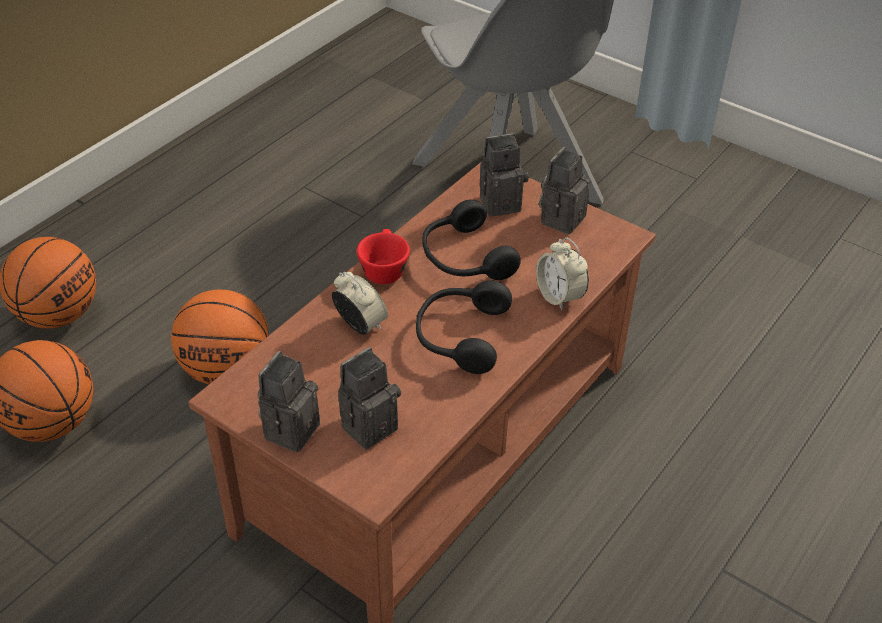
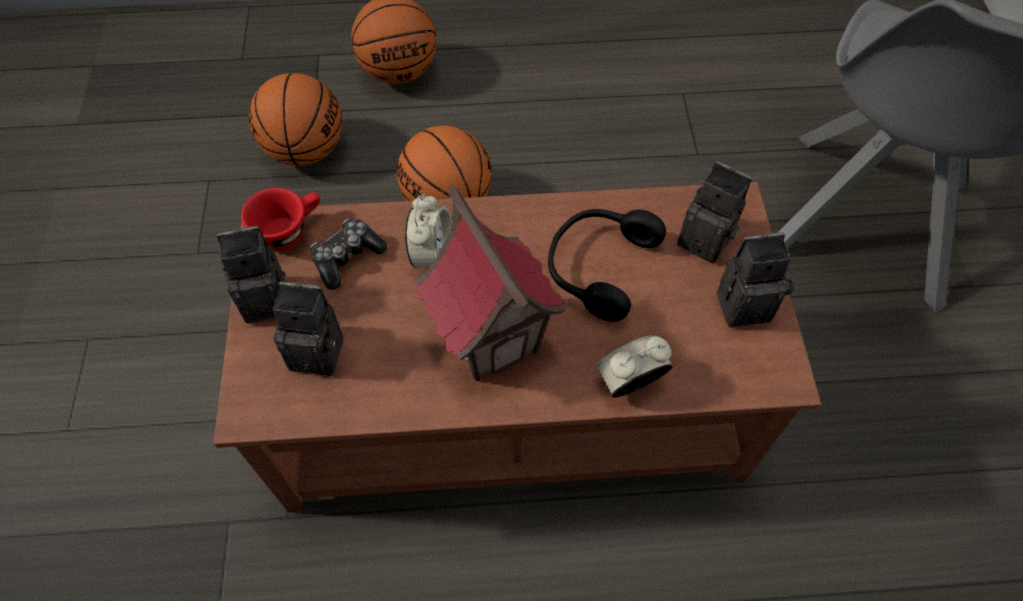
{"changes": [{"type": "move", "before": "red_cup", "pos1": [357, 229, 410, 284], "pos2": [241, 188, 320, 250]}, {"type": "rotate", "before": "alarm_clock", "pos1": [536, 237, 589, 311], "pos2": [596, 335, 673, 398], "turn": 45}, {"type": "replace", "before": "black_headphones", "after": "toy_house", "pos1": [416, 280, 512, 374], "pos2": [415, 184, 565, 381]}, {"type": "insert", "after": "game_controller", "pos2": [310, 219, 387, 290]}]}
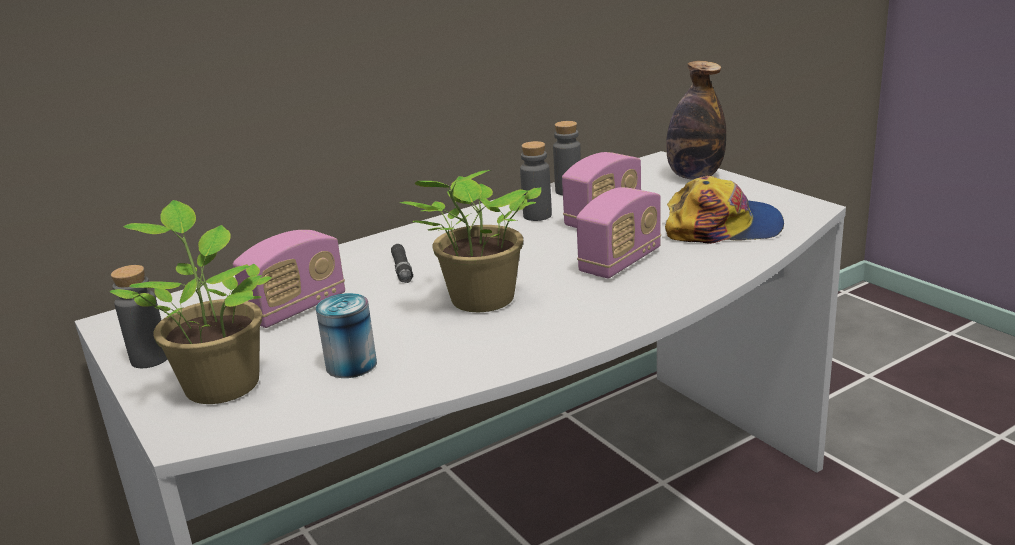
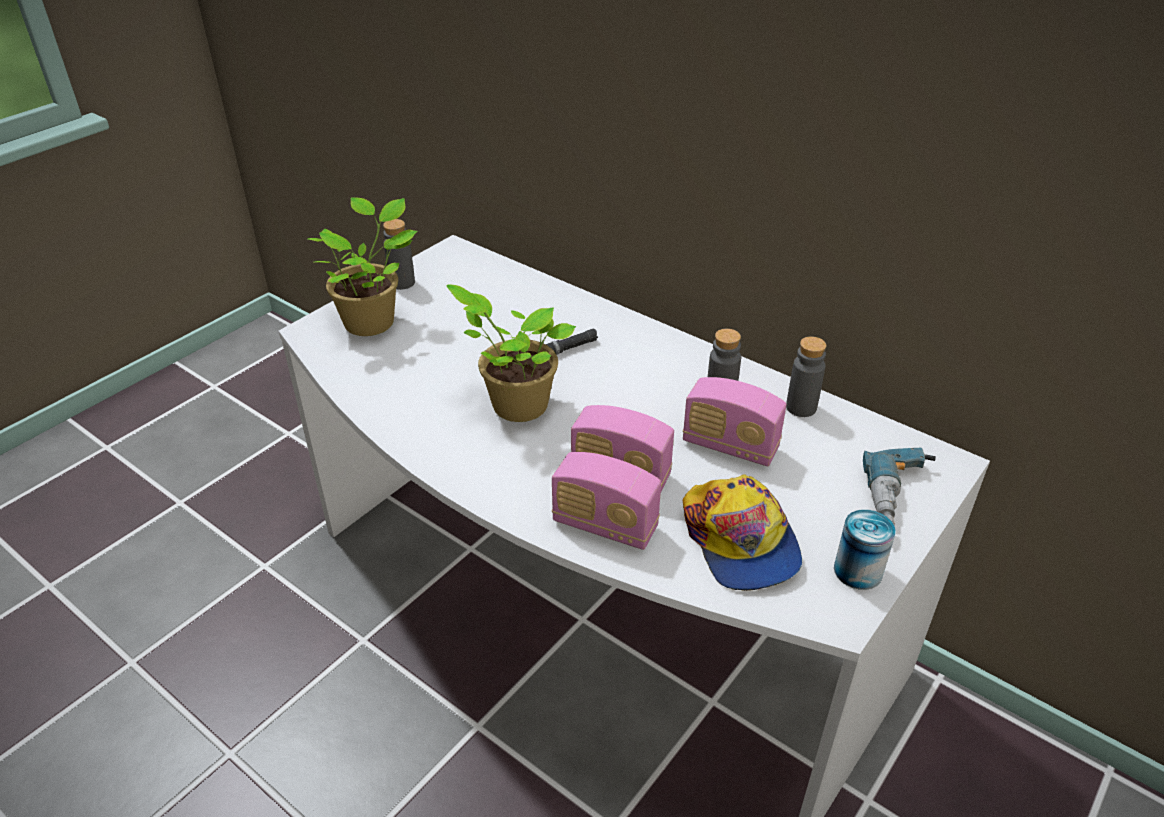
{"changes": [{"type": "replace", "before": "bottle", "after": "power_drill", "pos1": [666, 61, 726, 180], "pos2": [863, 448, 936, 526]}, {"type": "move", "before": "radio", "pos1": [233, 230, 345, 328], "pos2": [552, 452, 661, 550]}, {"type": "move", "before": "can", "pos1": [316, 293, 377, 378], "pos2": [834, 509, 896, 590]}]}
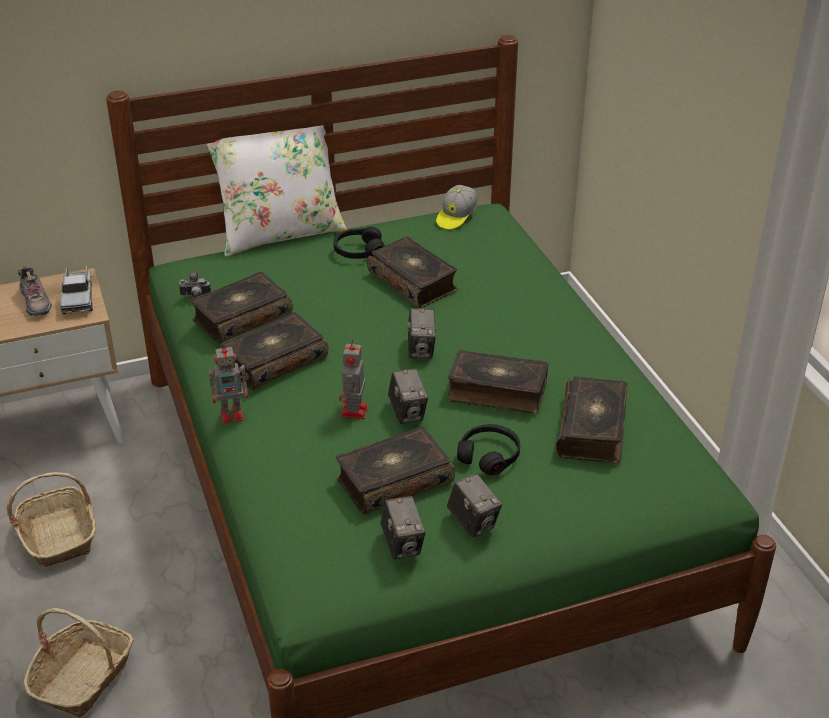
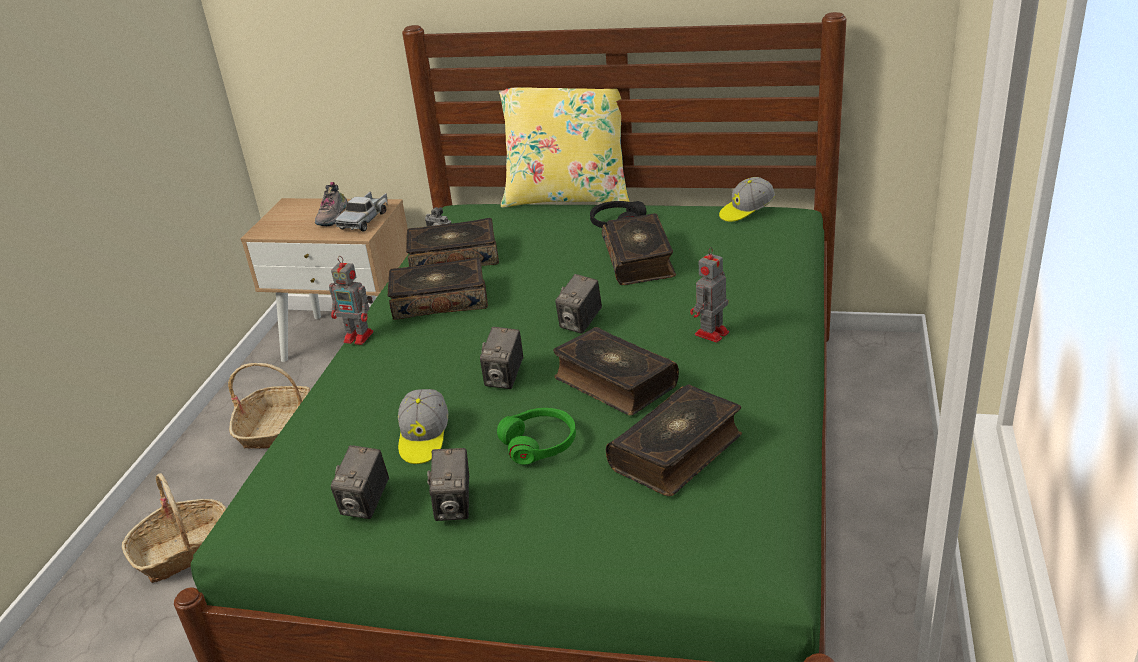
{"changes": [{"type": "recolor", "before": "white_pillow", "after": "yellow_pillow", "pos1": [206, 125, 347, 257], "pos2": [499, 87, 630, 208]}, {"type": "move", "before": "toy_robot", "pos1": [339, 340, 368, 419], "pos2": [690, 247, 729, 343]}, {"type": "recolor", "before": "black_headphones", "after": "green_headphones", "pos1": [457, 424, 520, 475], "pos2": [497, 408, 576, 465]}, {"type": "replace", "before": "book", "after": "cap", "pos1": [336, 426, 455, 514], "pos2": [398, 389, 448, 464]}]}
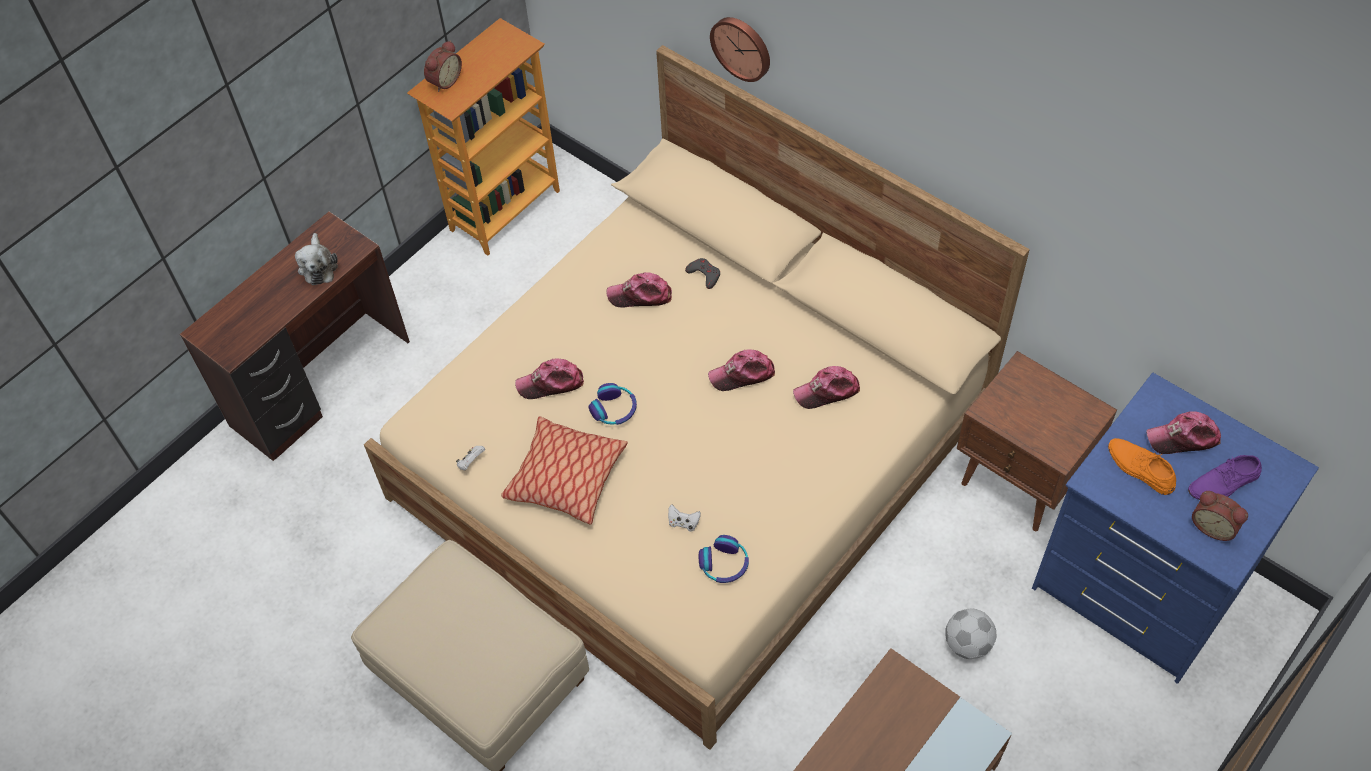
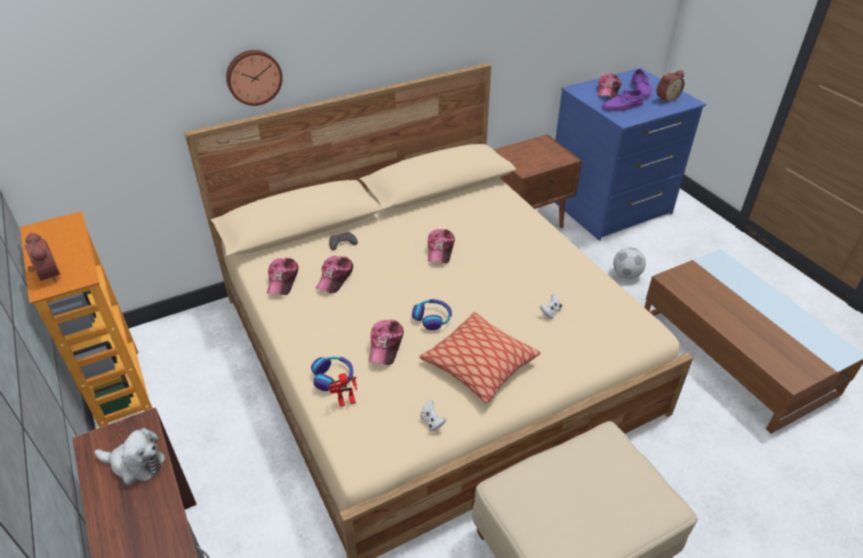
{"changes": [{"type": "move", "before": "cap", "pos1": [793, 366, 860, 409], "pos2": [267, 258, 298, 295]}, {"type": "recolor", "before": "orange_shoe", "after": "purple_shoe", "pos1": [1108, 438, 1176, 495], "pos2": [601, 90, 643, 111]}, {"type": "move", "before": "headphones", "pos1": [699, 535, 749, 583], "pos2": [311, 357, 353, 391]}, {"type": "insert", "after": "toy_robot", "pos2": [329, 373, 357, 407]}]}
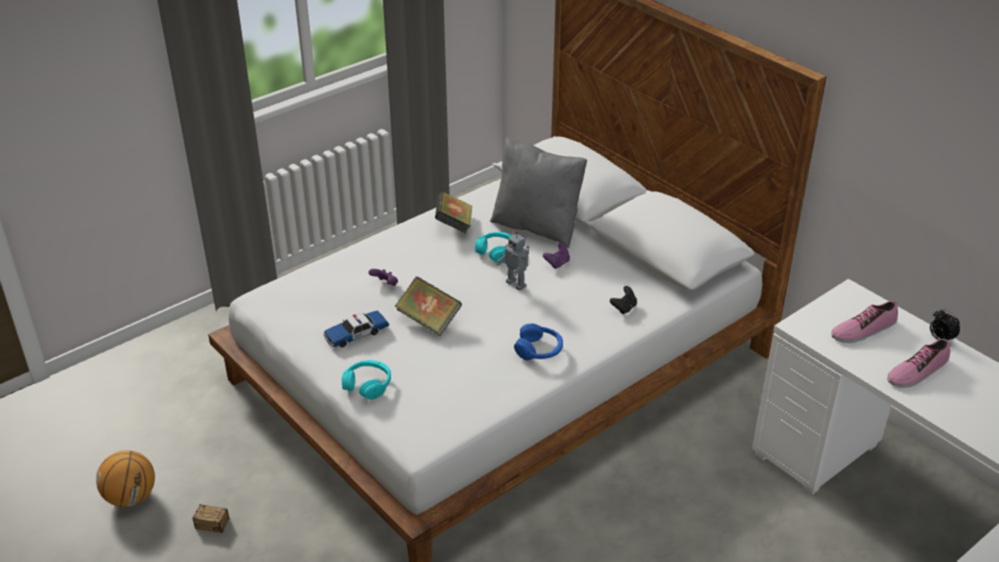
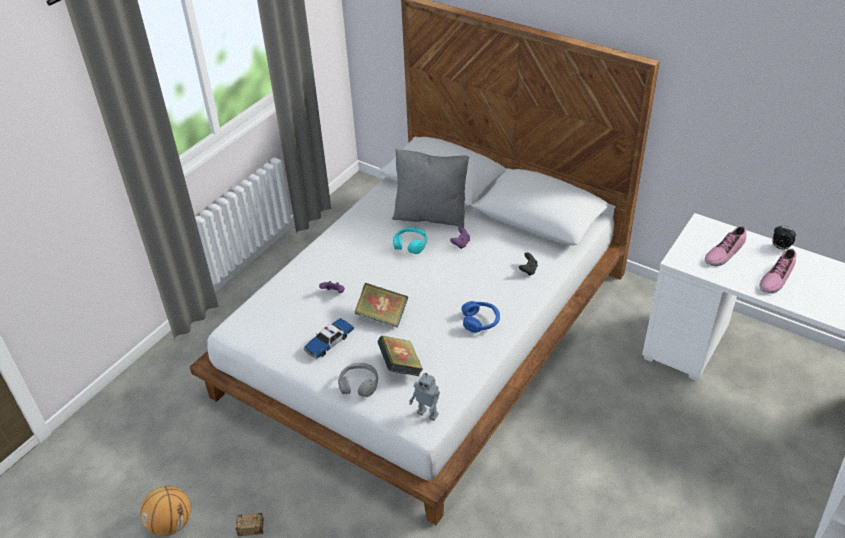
{"changes": [{"type": "move", "before": "book", "pos1": [435, 192, 472, 233], "pos2": [377, 335, 423, 376]}, {"type": "move", "before": "toy_robot", "pos1": [497, 231, 529, 291], "pos2": [409, 373, 440, 421]}, {"type": "recolor", "before": "turquoise_headphones", "after": "grey_headphones", "pos1": [342, 360, 391, 400], "pos2": [338, 363, 378, 397]}]}
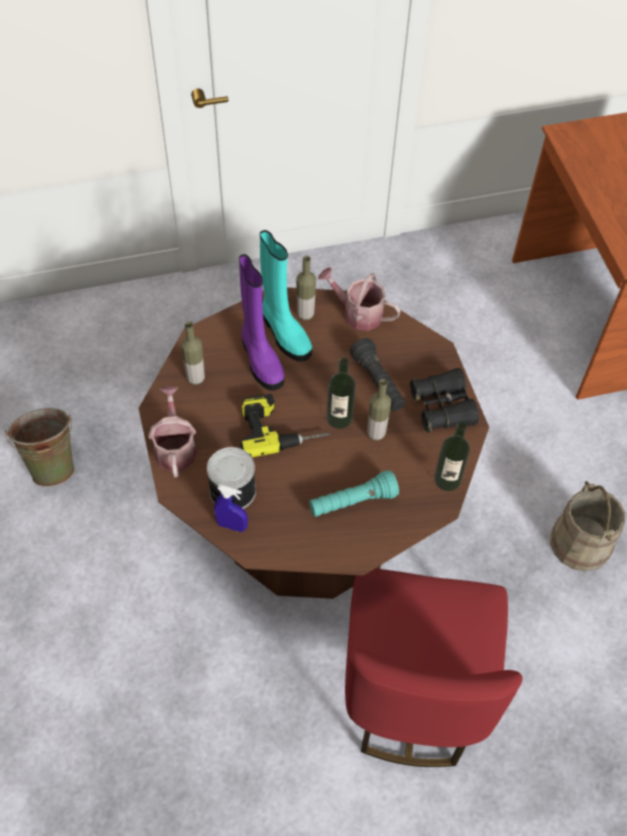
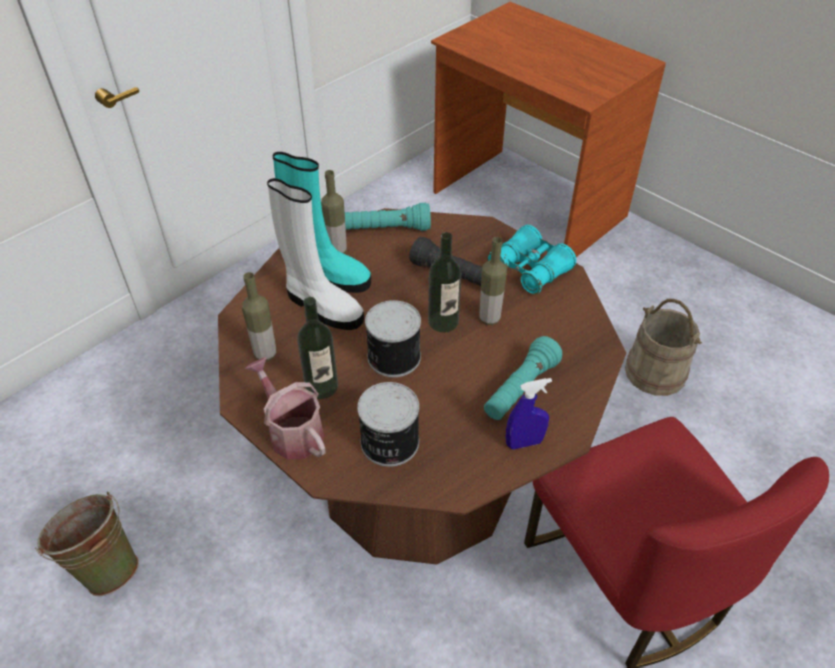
{"changes": [{"type": "recolor", "before": "purple_boot", "after": "white_boot", "pos1": [239, 254, 284, 391], "pos2": [267, 178, 364, 330]}, {"type": "replace", "before": "watering_can", "after": "turquoise_flashlight", "pos1": [318, 267, 401, 331], "pos2": [345, 203, 431, 231]}, {"type": "recolor", "before": "black_binoculars", "after": "turquoise_binoculars", "pos1": [410, 368, 479, 432], "pos2": [487, 225, 576, 294]}, {"type": "replace", "before": "power_drill", "after": "can", "pos1": [240, 394, 330, 457], "pos2": [365, 300, 421, 377]}, {"type": "move", "before": "bottle", "pos1": [434, 422, 470, 491], "pos2": [297, 297, 338, 399]}, {"type": "move", "before": "blue_spray_bottle", "pos1": [214, 485, 248, 532], "pos2": [506, 378, 552, 449]}]}
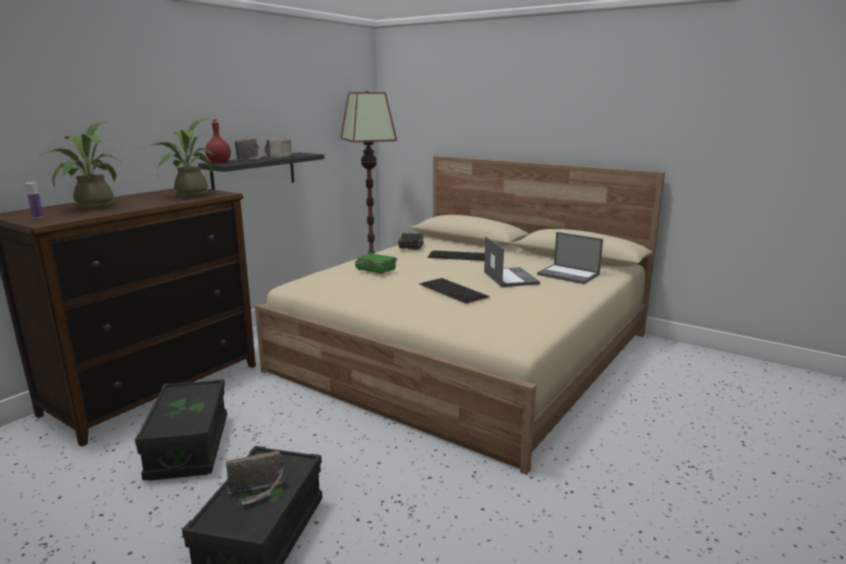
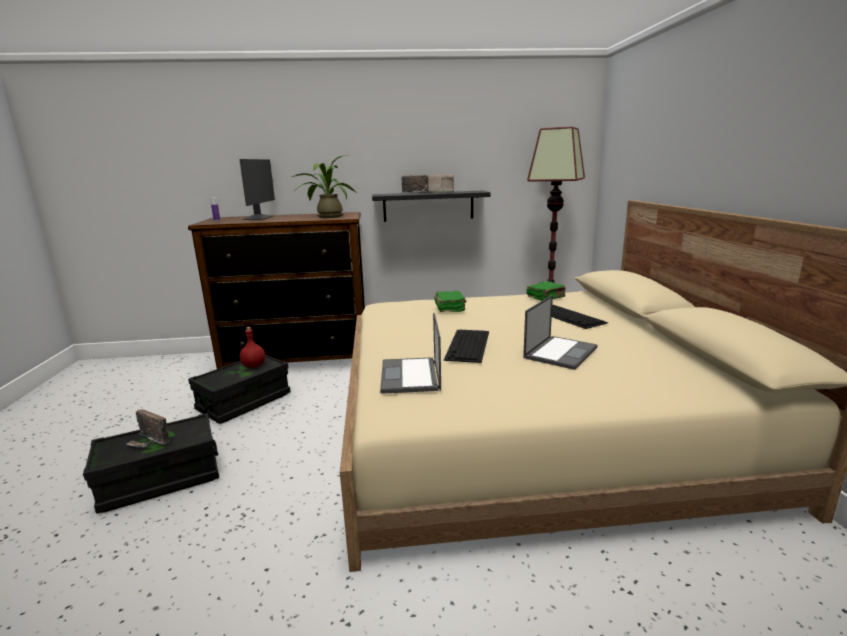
{"changes": [{"type": "move", "before": "red_bottle", "pos1": [205, 119, 231, 163], "pos2": [240, 327, 265, 368]}, {"type": "replace", "before": "potted_plant", "after": "monitor", "pos1": [38, 121, 120, 209], "pos2": [239, 159, 275, 220]}, {"type": "move", "before": "laptop", "pos1": [537, 232, 603, 284], "pos2": [380, 313, 441, 394]}, {"type": "recolor", "before": "black_book", "after": "green_book", "pos1": [398, 233, 424, 250], "pos2": [527, 281, 566, 301]}]}
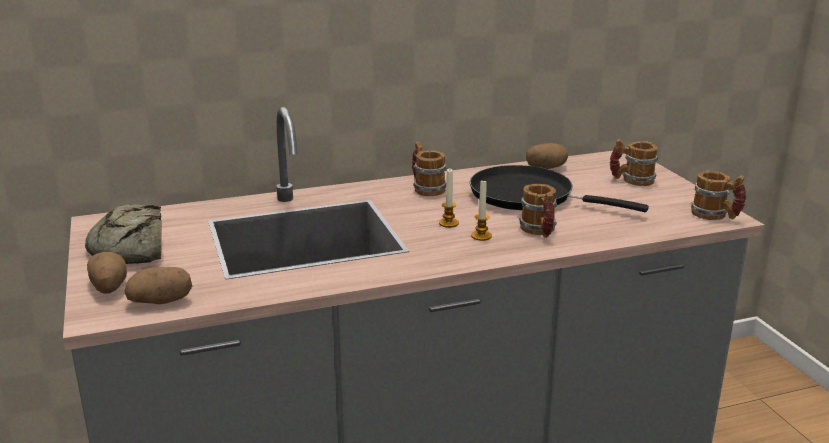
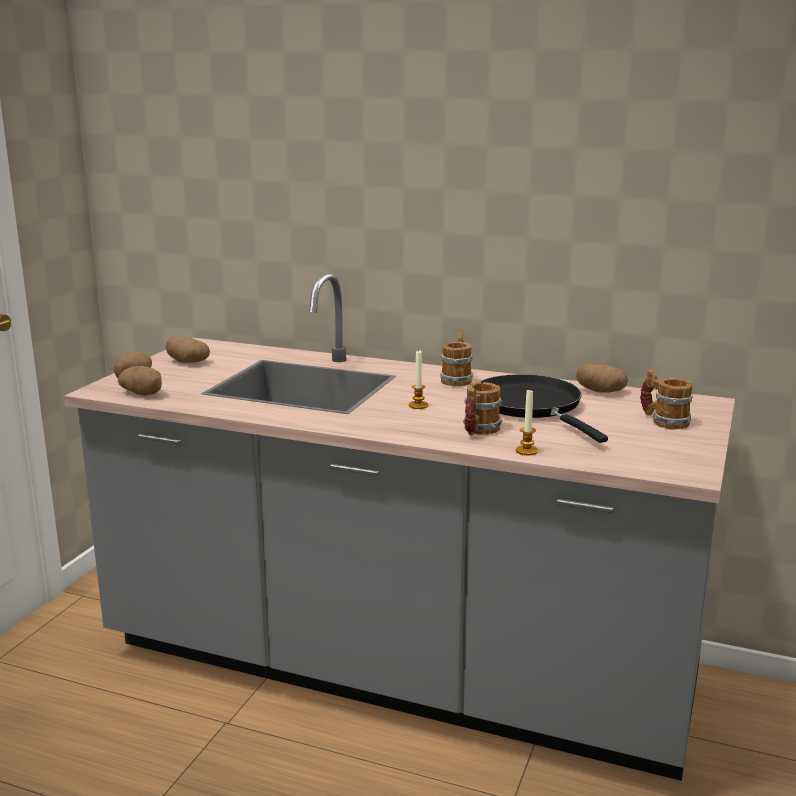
{"changes": [{"type": "delete", "before": "mug", "pos1": [691, 171, 746, 220]}, {"type": "move", "before": "candle", "pos1": [471, 179, 492, 241], "pos2": [516, 390, 538, 455]}, {"type": "replace", "before": "bread", "after": "potato", "pos1": [85, 204, 162, 264], "pos2": [166, 337, 210, 363]}]}
